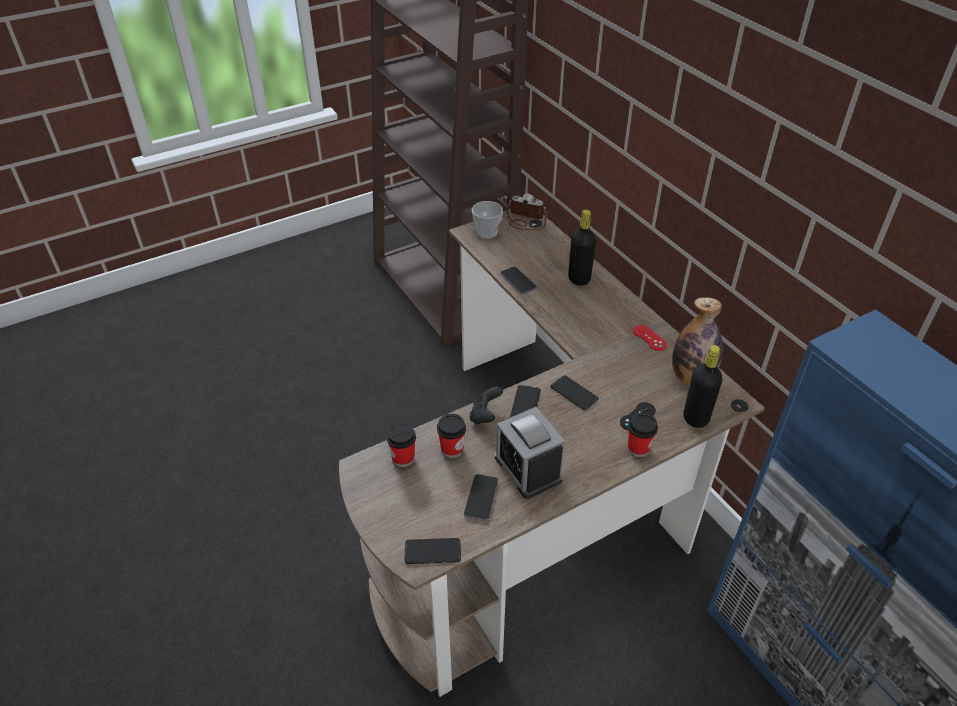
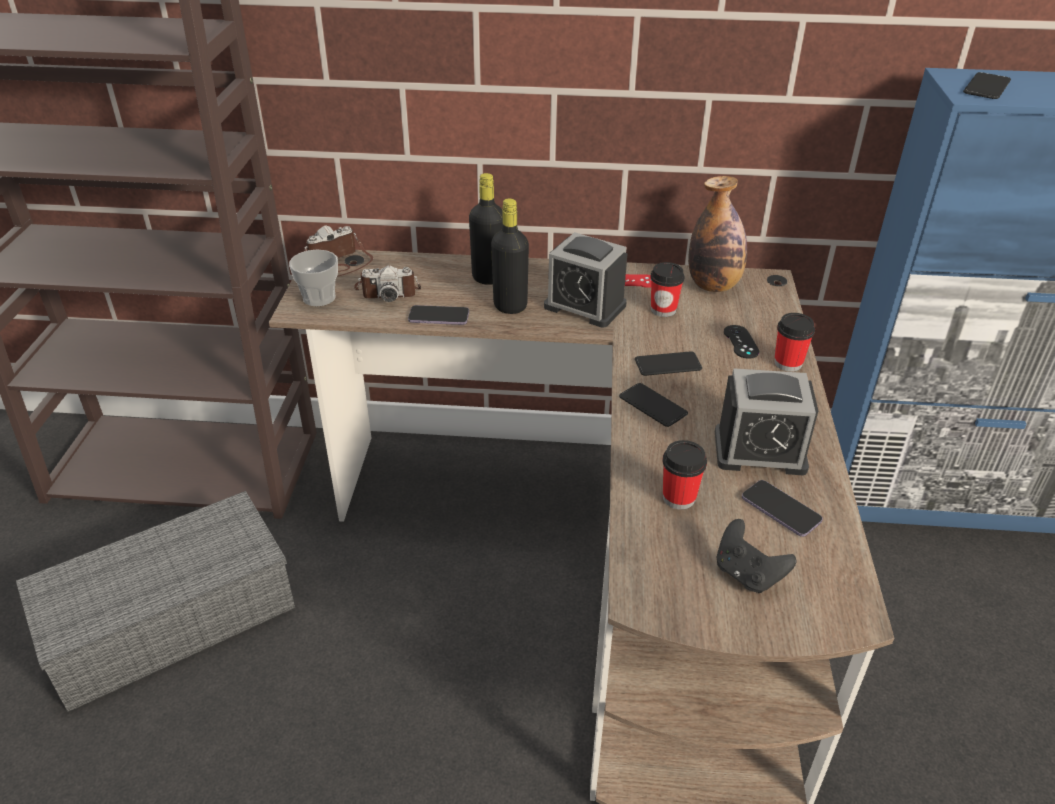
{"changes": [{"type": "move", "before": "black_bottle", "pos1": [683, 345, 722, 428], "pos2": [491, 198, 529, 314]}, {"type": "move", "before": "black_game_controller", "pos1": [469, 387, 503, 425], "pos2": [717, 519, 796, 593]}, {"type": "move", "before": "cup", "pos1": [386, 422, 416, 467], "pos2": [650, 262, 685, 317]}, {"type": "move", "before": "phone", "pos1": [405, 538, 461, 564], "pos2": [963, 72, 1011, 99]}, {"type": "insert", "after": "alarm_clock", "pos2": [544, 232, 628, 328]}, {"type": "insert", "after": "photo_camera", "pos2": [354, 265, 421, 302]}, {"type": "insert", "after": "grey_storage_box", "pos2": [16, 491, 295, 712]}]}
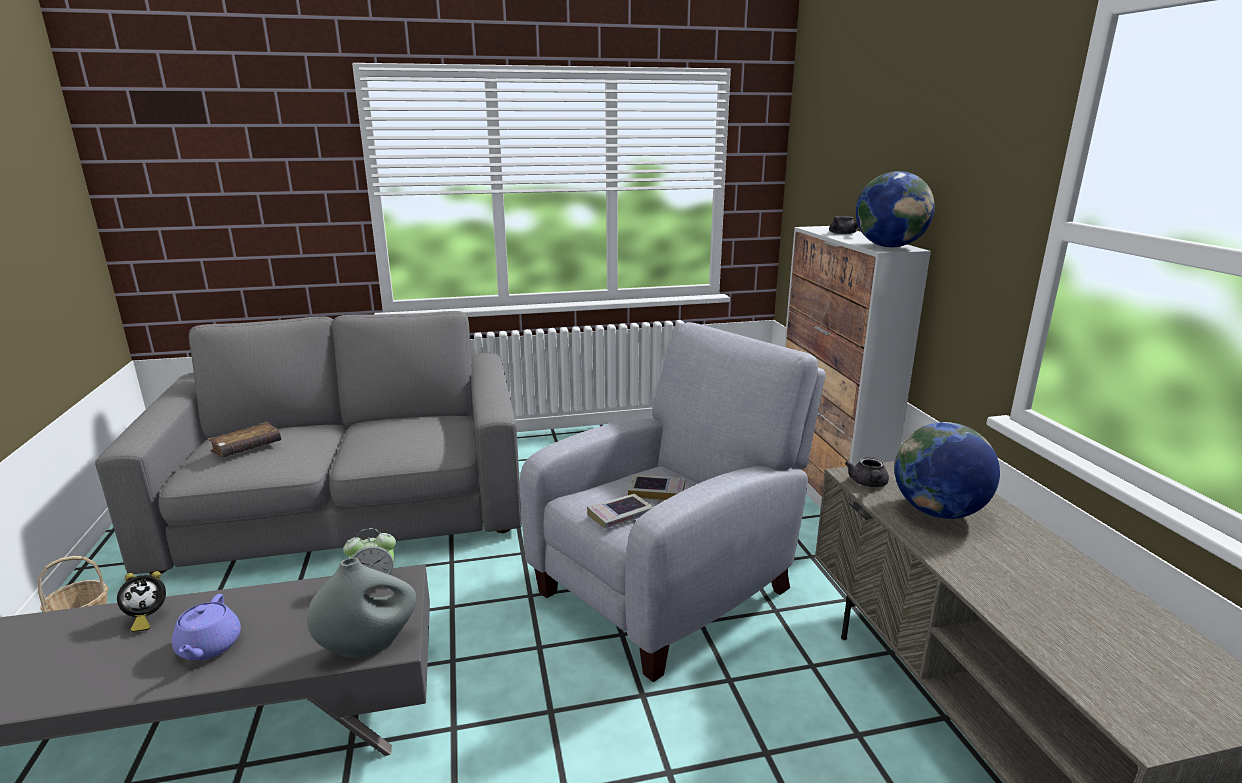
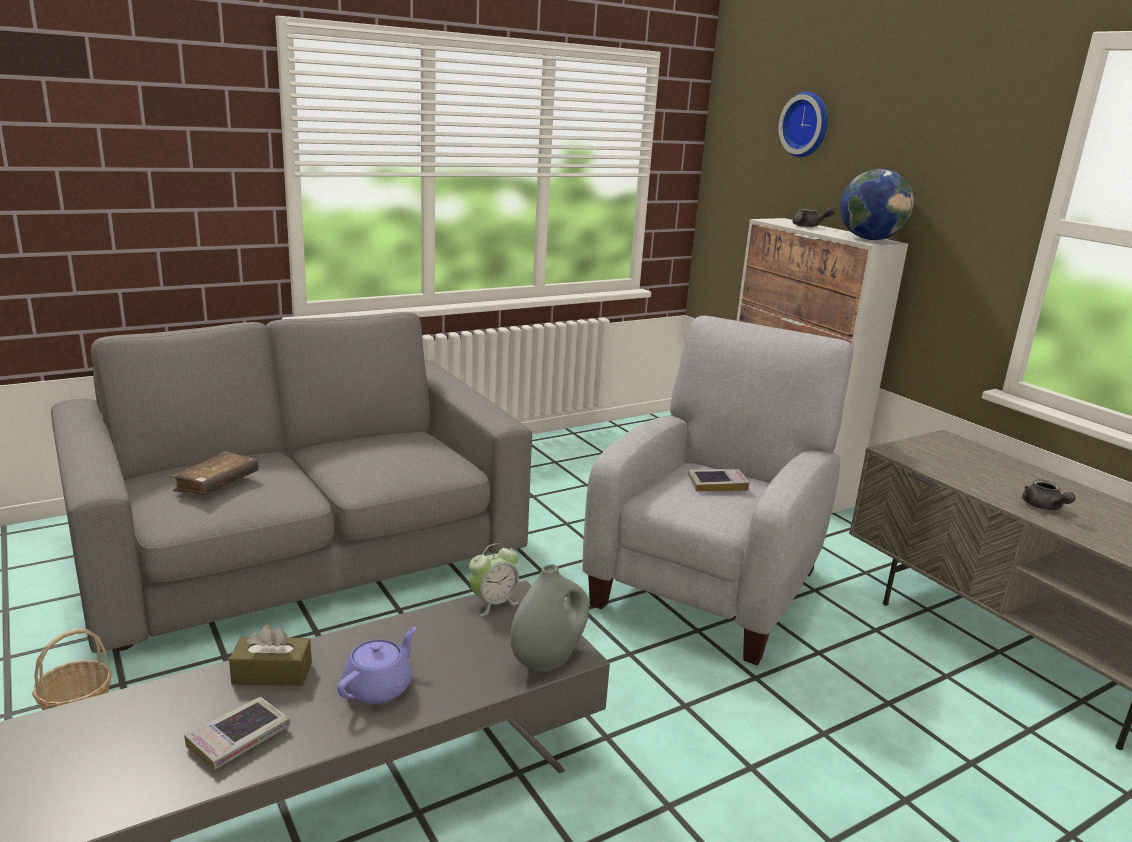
{"changes": [{"type": "delete", "before": "globe", "pos1": [894, 422, 1000, 519]}, {"type": "move", "before": "grey_teapot", "pos1": [845, 457, 889, 487], "pos2": [1022, 479, 1076, 510]}, {"type": "move", "before": "book", "pos1": [587, 494, 653, 529], "pos2": [184, 697, 290, 770]}, {"type": "replace", "before": "alarm_clock", "after": "brown_tissue_box", "pos1": [117, 571, 166, 632], "pos2": [229, 624, 312, 686]}, {"type": "rotate", "before": "purple_teapot", "pos1": [172, 594, 241, 660], "pos2": [337, 627, 416, 704], "turn": -120}, {"type": "insert", "after": "wall_clock", "pos2": [778, 91, 828, 157]}]}
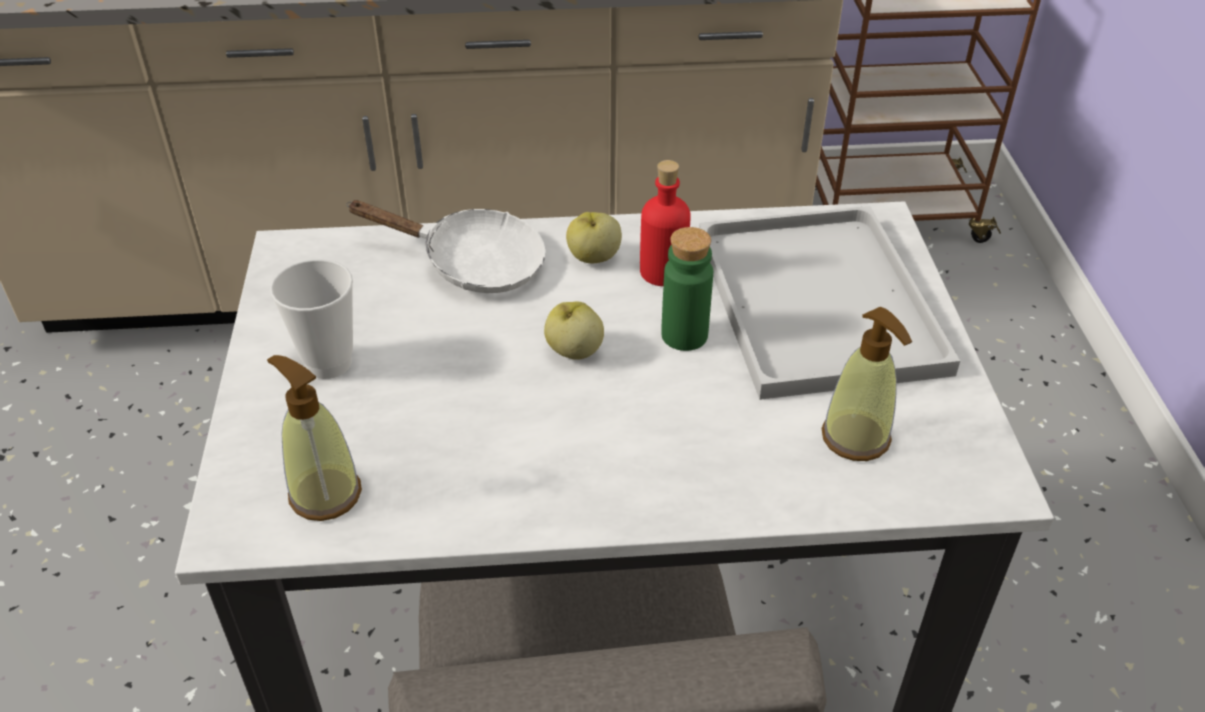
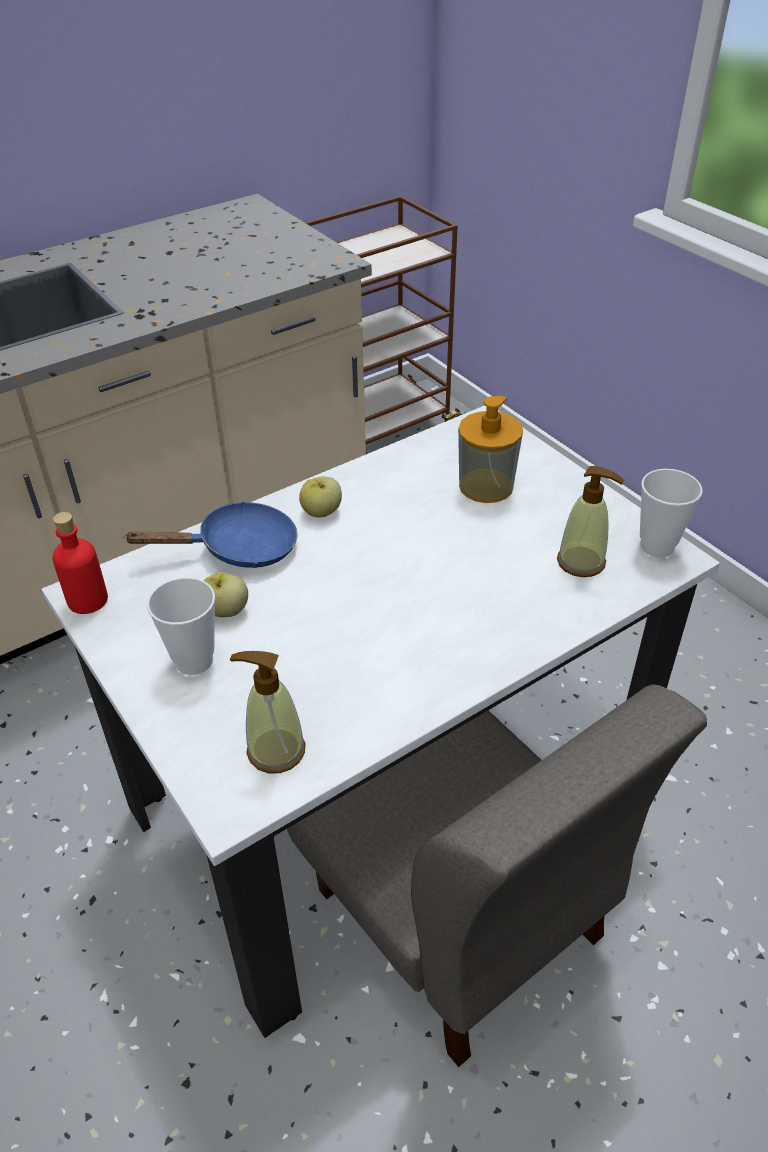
{"changes": [{"type": "move", "before": "red_bottle", "pos1": [640, 160, 691, 286], "pos2": [52, 512, 108, 614]}, {"type": "recolor", "before": "white_frying_pan", "after": "blue_frying_pan", "pos1": [347, 200, 546, 293], "pos2": [123, 501, 298, 568]}, {"type": "replace", "before": "white_tray", "after": "soap_dispenser", "pos1": [699, 206, 960, 400], "pos2": [458, 396, 523, 503]}, {"type": "delete", "before": "green_bottle", "pos1": [661, 227, 713, 351]}, {"type": "move", "before": "apple", "pos1": [544, 302, 604, 360], "pos2": [204, 572, 248, 617]}, {"type": "insert", "after": "cup", "pos2": [640, 469, 703, 558]}]}
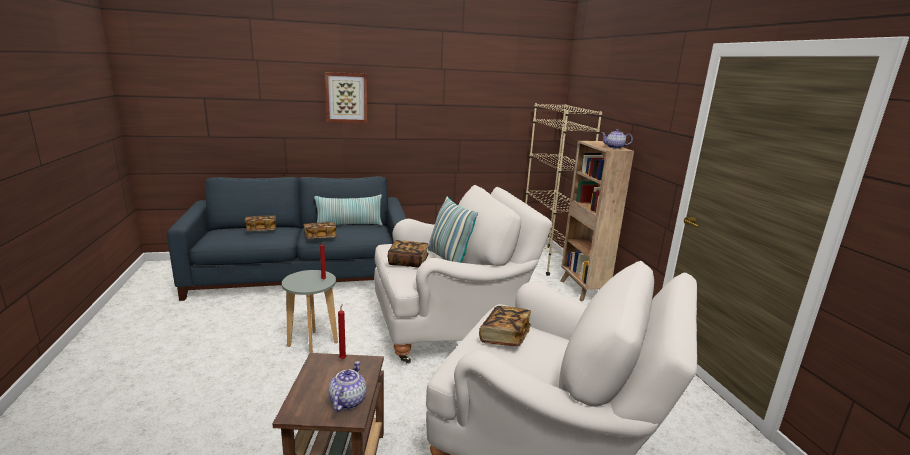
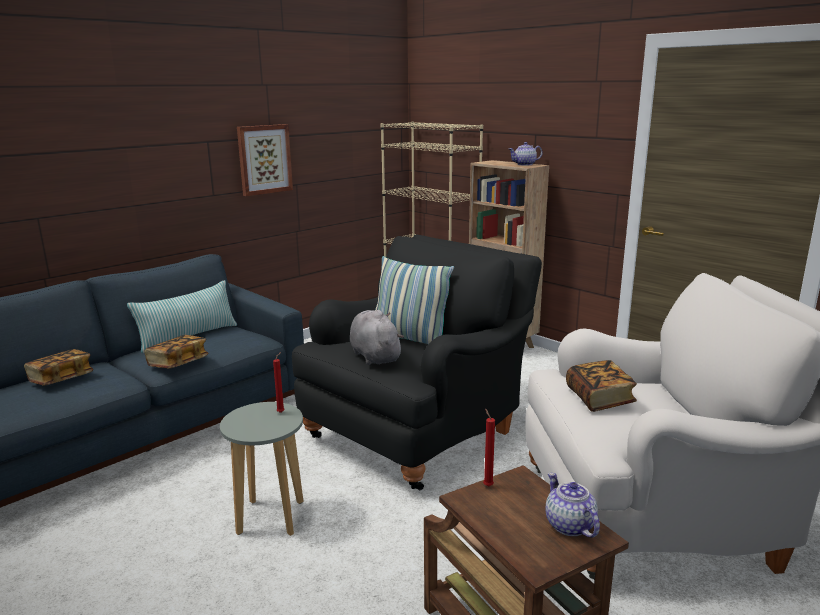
{"changes": [{"type": "move", "before": "picture", "pos1": [325, 72, 367, 123], "pos2": [237, 124, 293, 196]}, {"type": "recolor", "before": "white_armchair", "after": "black_armchair", "pos1": [374, 185, 552, 364], "pos2": [292, 234, 542, 490]}, {"type": "replace", "before": "book", "after": "grey_plush_toy", "pos1": [388, 240, 429, 268], "pos2": [350, 310, 404, 365]}]}
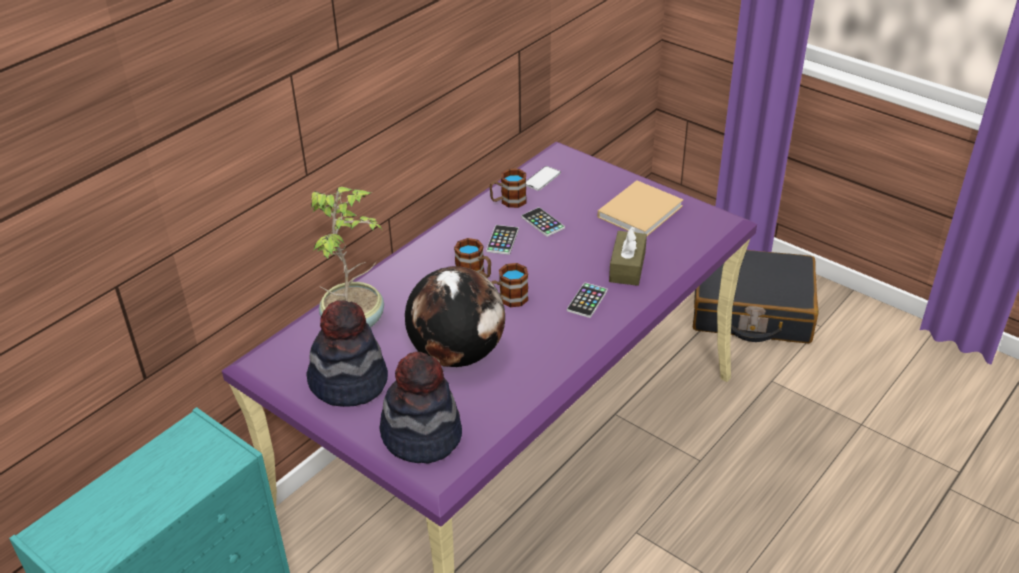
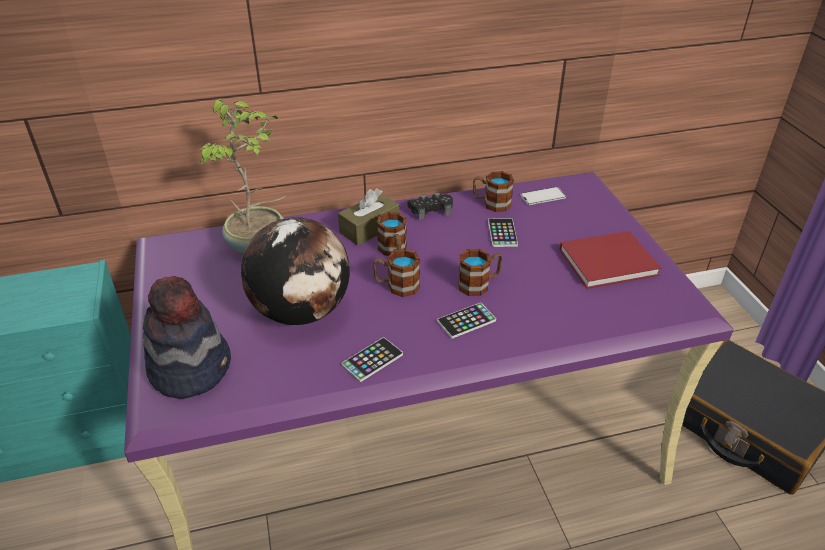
{"changes": [{"type": "recolor", "before": "beige_book", "after": "red_book", "pos1": [598, 180, 684, 236], "pos2": [559, 231, 661, 289]}, {"type": "move", "before": "phone", "pos1": [486, 225, 519, 255], "pos2": [341, 337, 403, 382]}, {"type": "move", "before": "brown_tissue_box", "pos1": [609, 226, 647, 286], "pos2": [338, 188, 400, 246]}, {"type": "delete", "before": "hat", "pos1": [306, 300, 388, 407]}, {"type": "insert", "after": "black_game_controller", "pos2": [407, 192, 453, 220]}, {"type": "insert", "after": "mug", "pos2": [458, 249, 502, 296]}]}
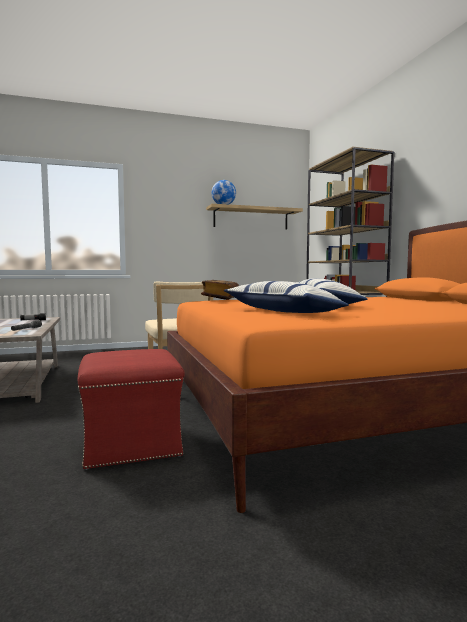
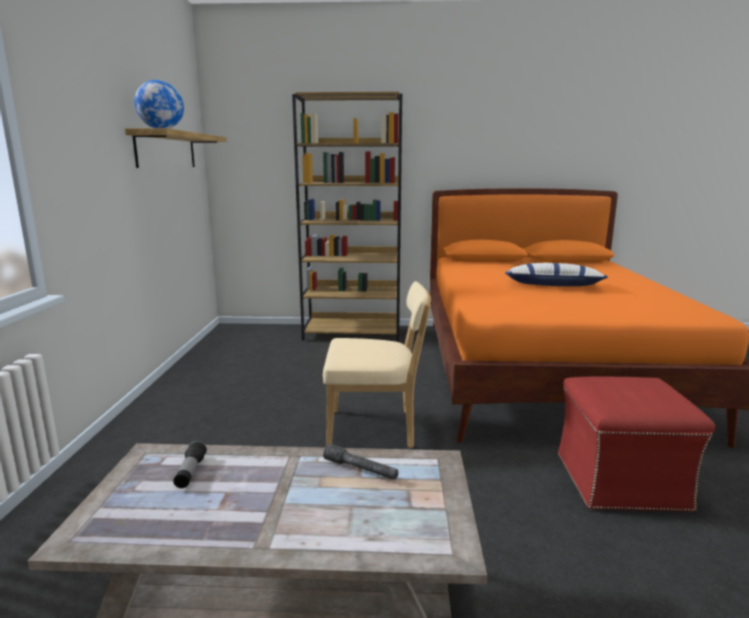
{"changes": [{"type": "delete", "before": "book", "pos1": [201, 280, 239, 300]}, {"type": "delete", "before": "pillow", "pos1": [224, 281, 349, 313]}]}
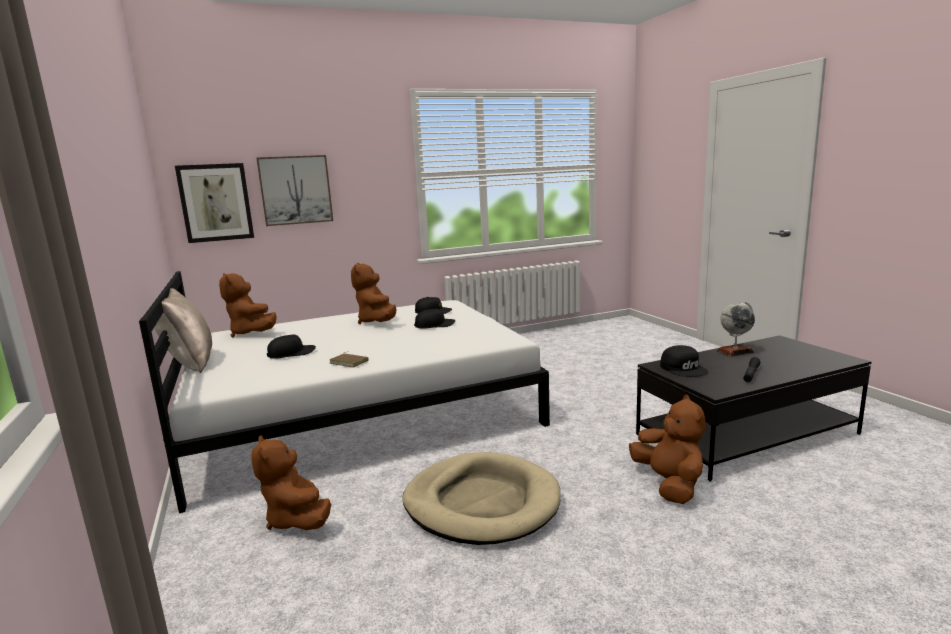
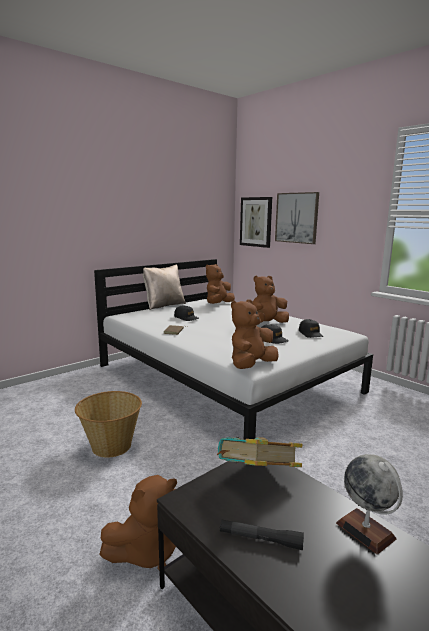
{"changes": [{"type": "replace", "before": "black_cap", "after": "book", "pos1": [660, 345, 708, 377], "pos2": [217, 437, 302, 467]}, {"type": "move", "before": "brown_plush_toy", "pos1": [251, 436, 331, 530], "pos2": [231, 299, 279, 369]}, {"type": "replace", "before": "beige_dog_bed", "after": "basket", "pos1": [402, 452, 561, 545], "pos2": [75, 391, 142, 458]}]}
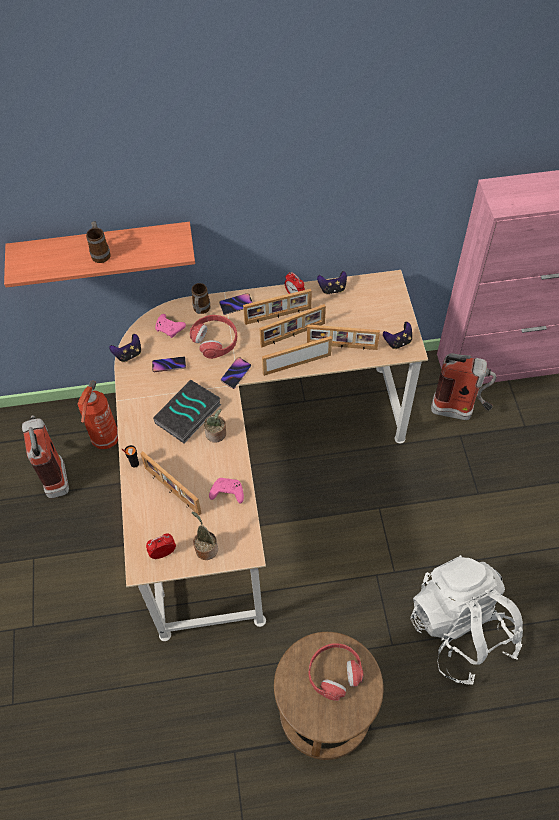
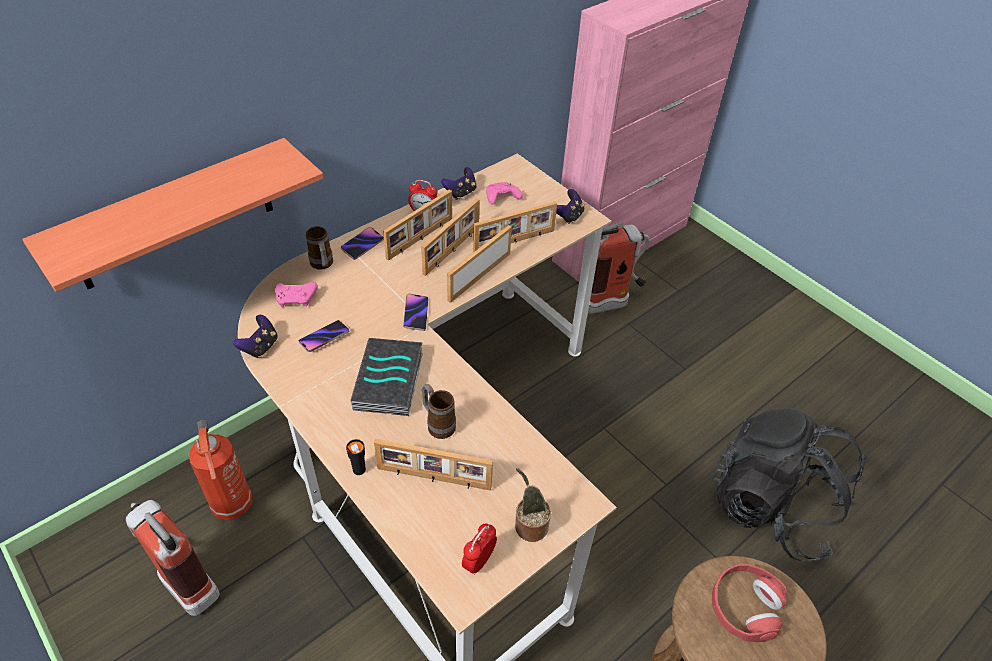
{"changes": [{"type": "move", "before": "mug", "pos1": [86, 221, 111, 263], "pos2": [422, 384, 456, 439]}, {"type": "delete", "before": "red_headphones", "pos1": [190, 315, 237, 359]}, {"type": "delete", "before": "potted_plant", "pos1": [204, 409, 226, 443]}, {"type": "move", "before": "pink_game_controller", "pos1": [209, 478, 244, 504], "pos2": [486, 182, 523, 205]}, {"type": "recolor", "before": "white_backpack", "after": "black_backpack", "pos1": [411, 555, 523, 685], "pos2": [712, 408, 867, 561]}]}
